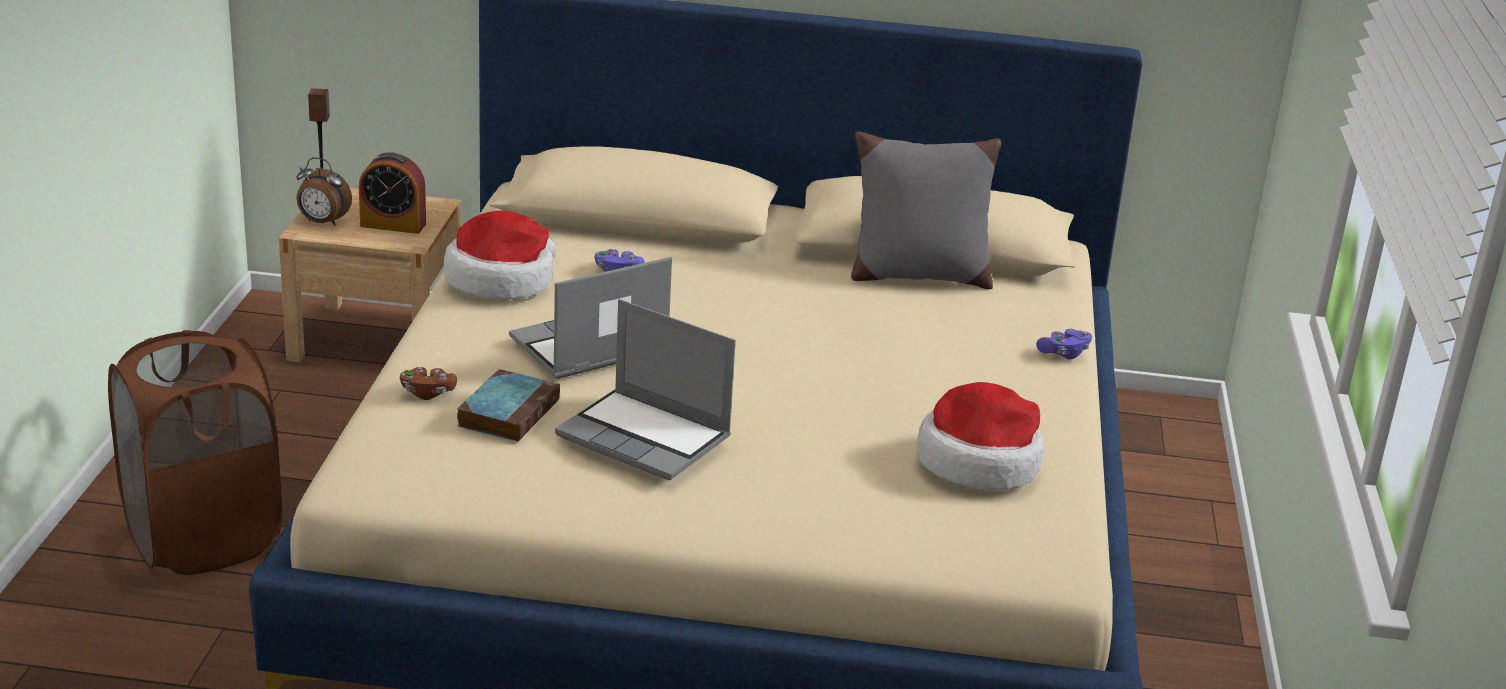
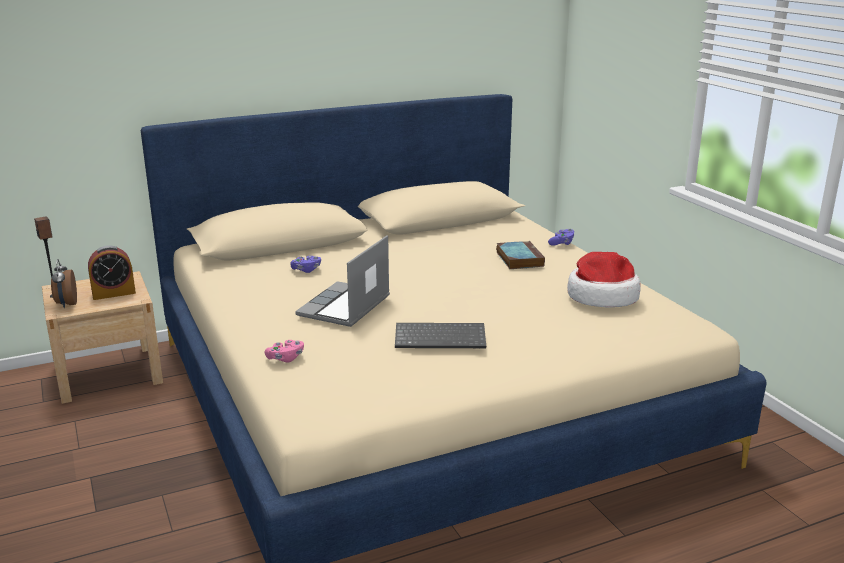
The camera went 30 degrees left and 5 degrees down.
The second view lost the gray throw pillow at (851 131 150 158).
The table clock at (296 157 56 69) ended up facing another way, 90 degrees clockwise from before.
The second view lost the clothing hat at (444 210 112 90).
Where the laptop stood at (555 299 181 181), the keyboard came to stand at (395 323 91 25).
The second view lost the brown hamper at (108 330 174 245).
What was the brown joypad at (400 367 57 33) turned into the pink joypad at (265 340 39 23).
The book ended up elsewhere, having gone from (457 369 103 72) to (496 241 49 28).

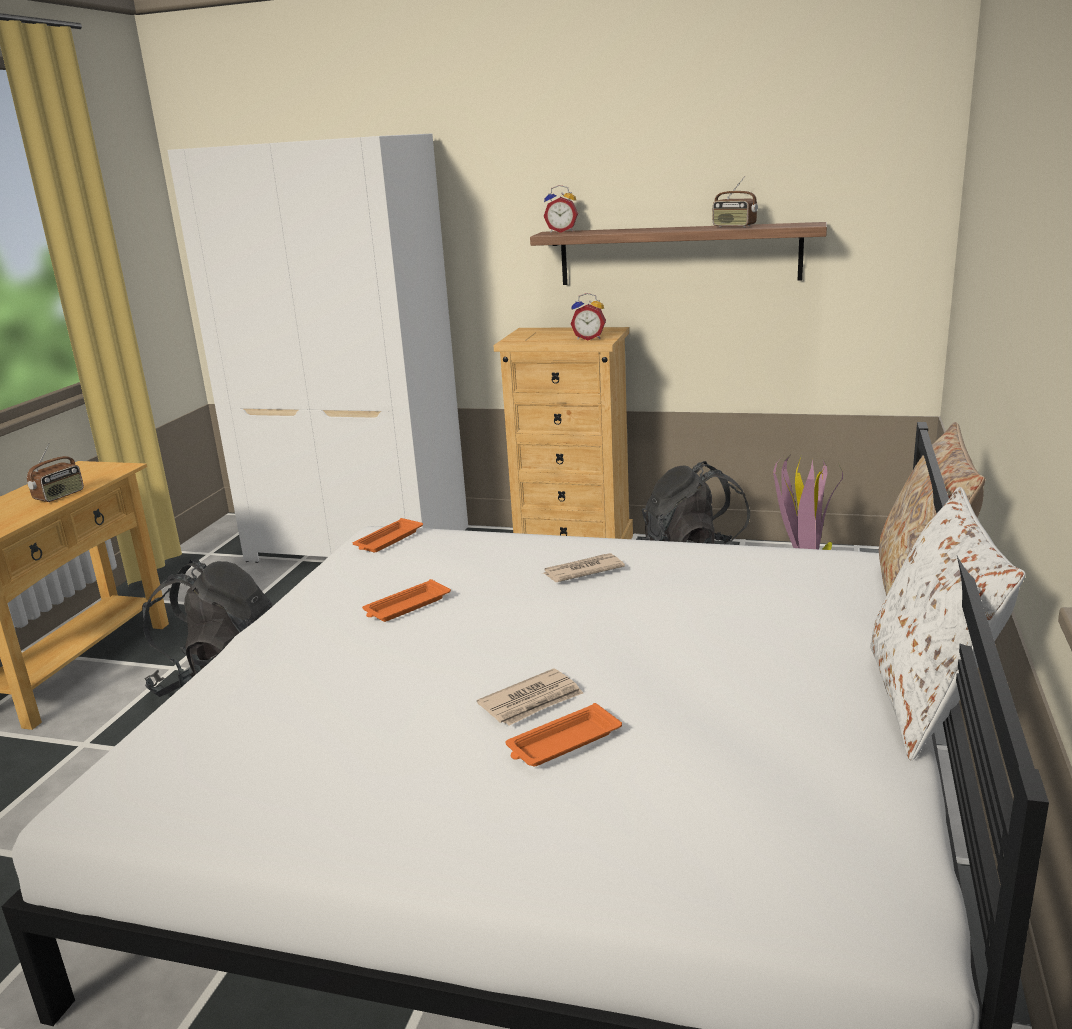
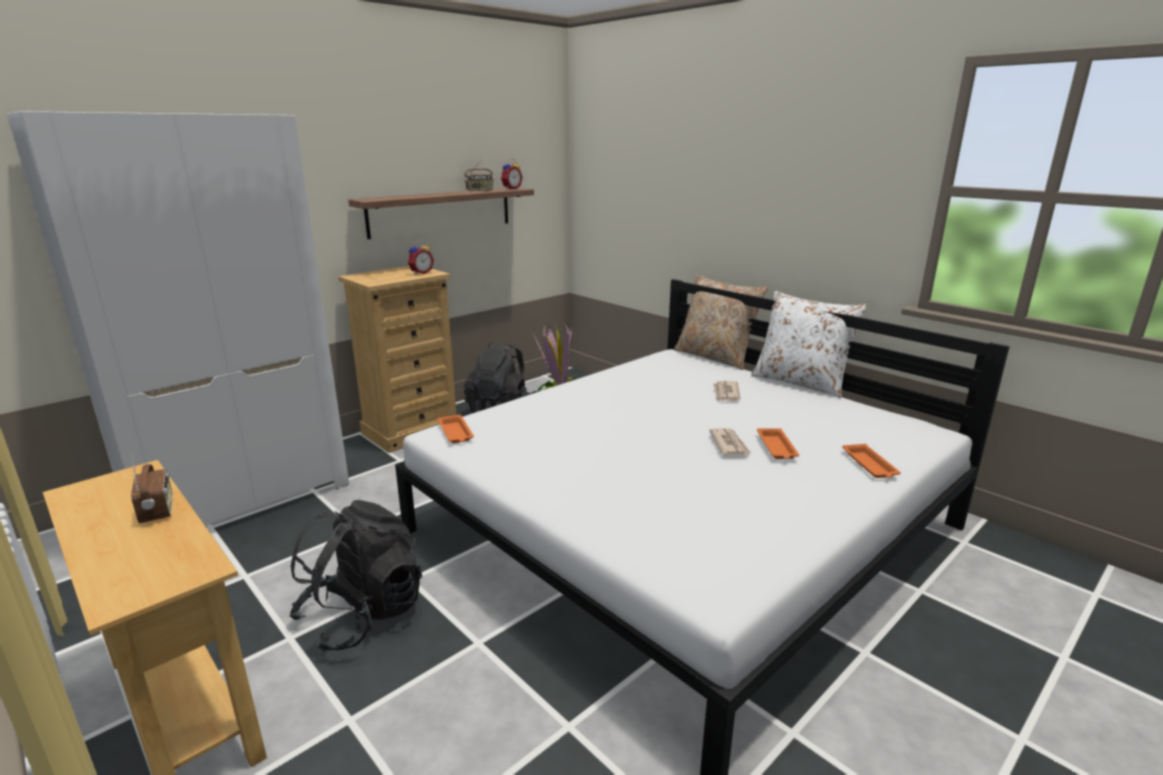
The camera went 60 degrees left and 0 degrees up.
The table clock ended up elsewhere, having gone from (544 185 34 48) to (501 159 22 31).
The newspaper ended up elsewhere, having gone from (543 553 82 29) to (713 381 28 21).
The orange-coloured carrying tray ended up elsewhere, having gone from (362 579 89 43) to (842 444 59 34).

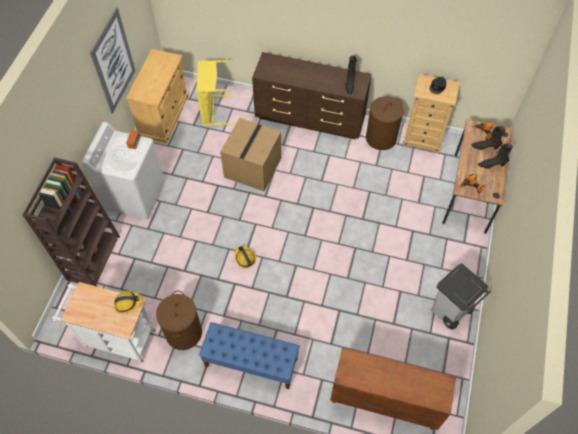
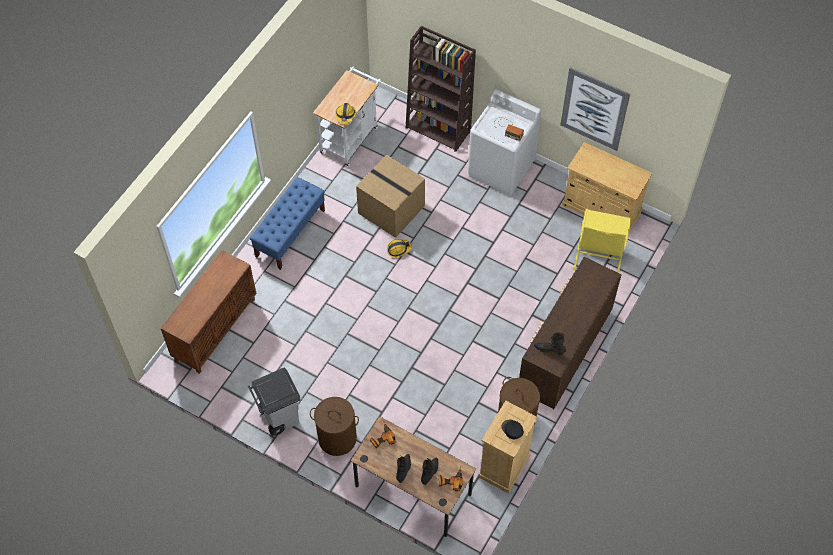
The camera went 105 degrees right and 0 degrees up.
The carton ended up elsewhere, having gone from (220 118 62 73) to (356 154 69 84).
The brown hamper ended up elsewhere, having gone from (156 290 46 60) to (310 397 49 59).

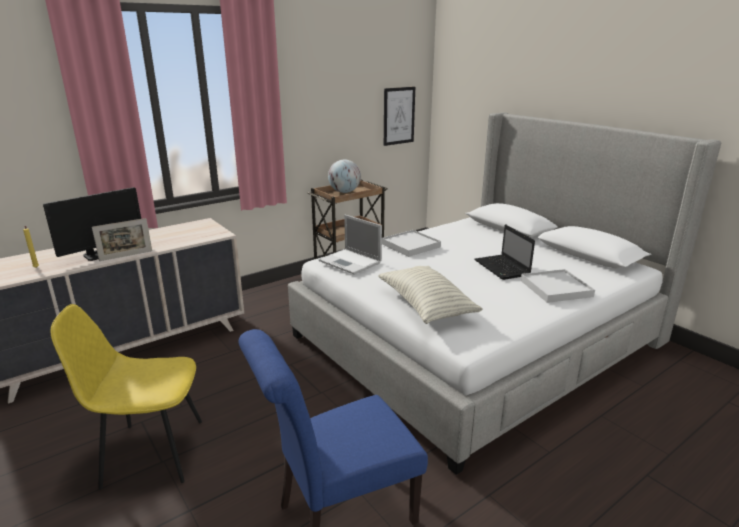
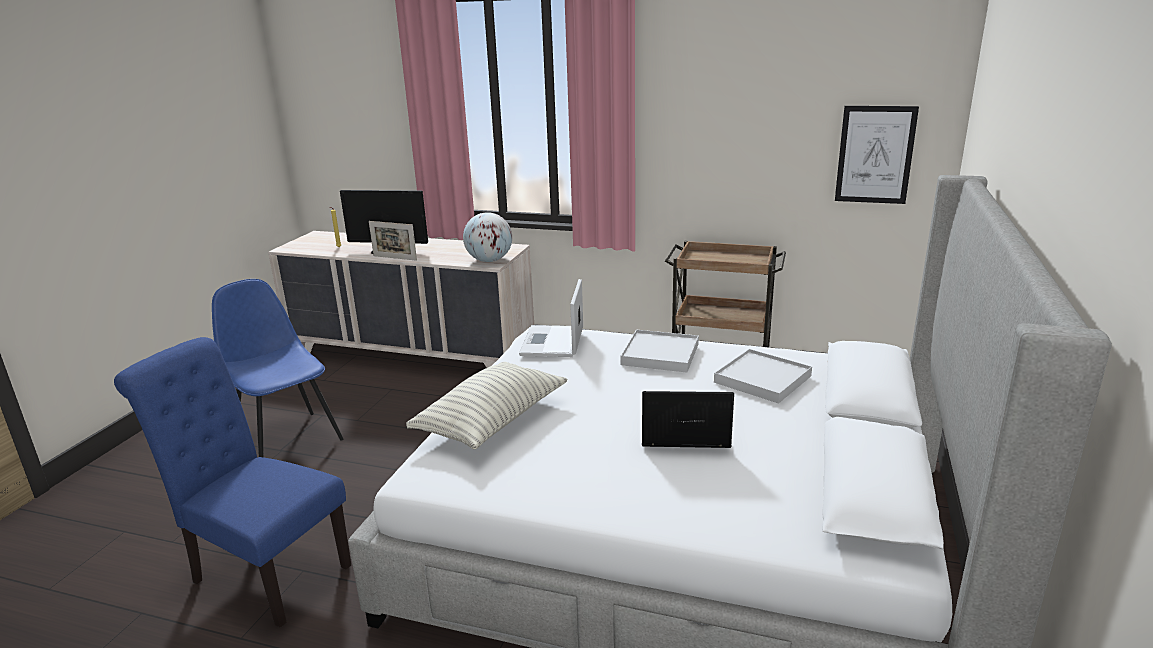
The camera went 55 degrees right and 0 degrees up.
The globe ended up elsewhere, having gone from (328 159 33 34) to (463 212 49 50).
The laptop at (475 224 60 56) ended up facing another way, 60 degrees clockwise from before.
The white carrying tray ended up elsewhere, having gone from (521 269 74 34) to (714 349 98 55).
What was the yellow chair at (50 304 152 185) turned into the blue-coloured chair at (212 279 131 179).

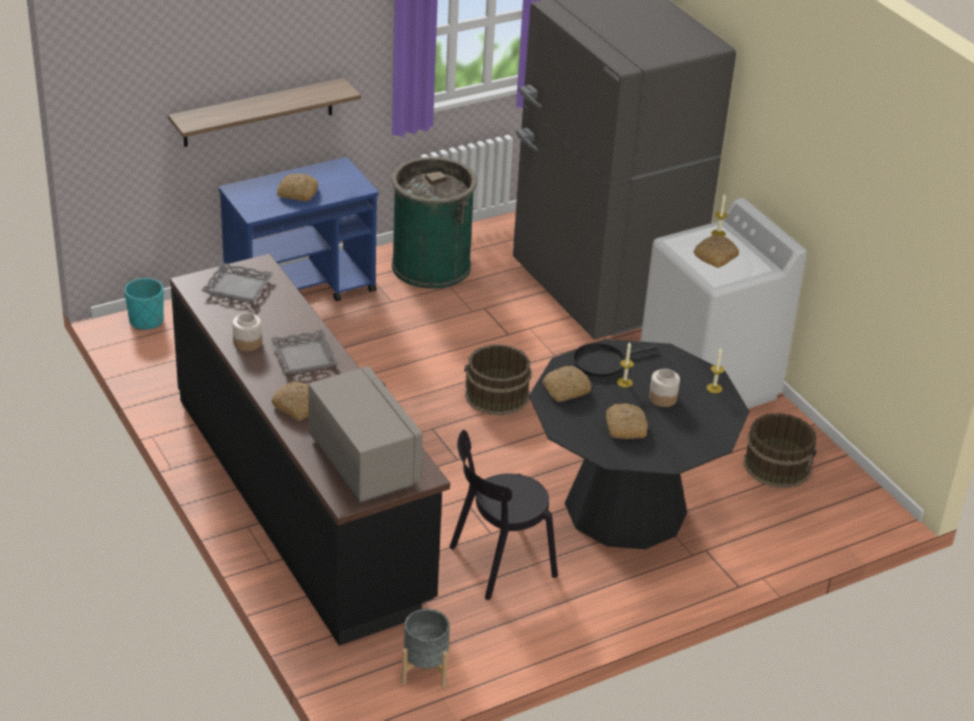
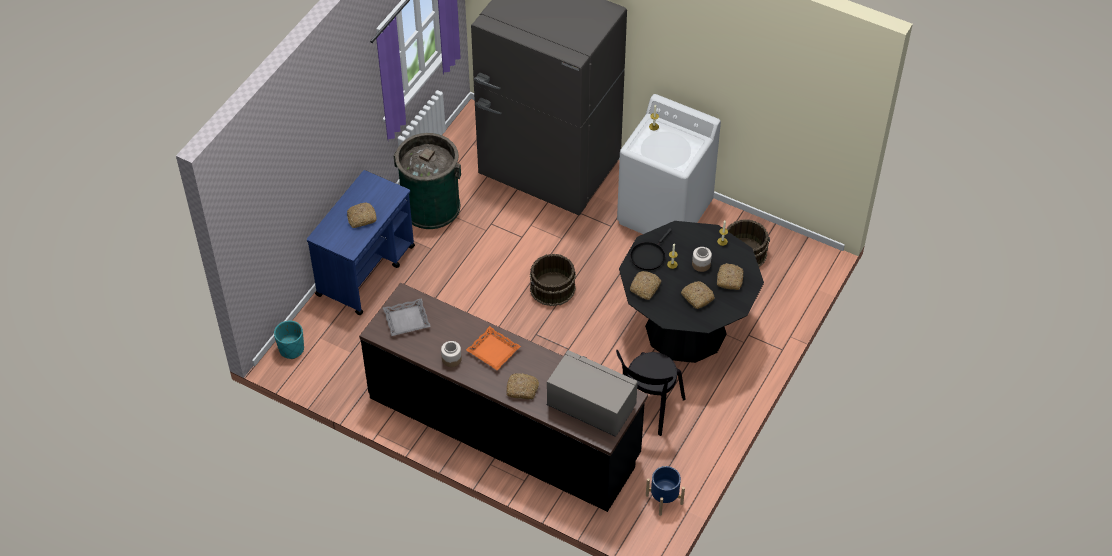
The camera went 30 degrees left and 15 degrees up.
The second view lost the shelf at (168 78 193 69).
The bread ended up elsewhere, having gone from (694 235 45 33) to (717 263 26 27).
What was the gray carrying tray at (270 329 69 45) turned into the orange-coloured carrying tray at (466 326 55 44).
What was the gray planter at (401 609 49 79) turned into the blue-coloured planter at (646 466 39 50).

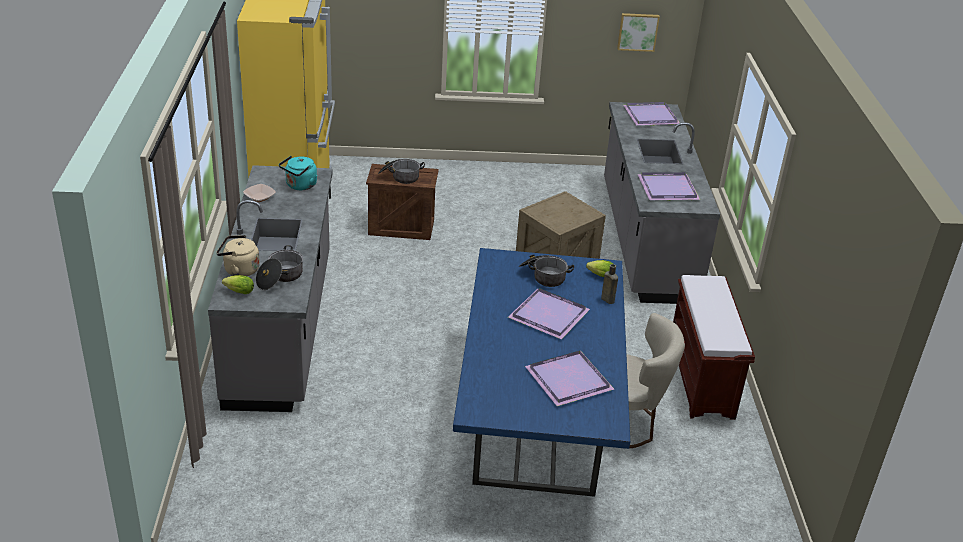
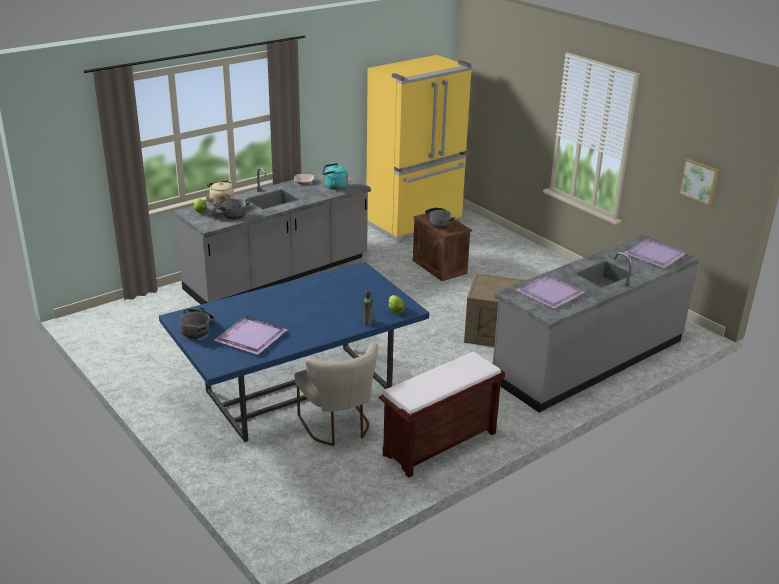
The camera went 55 degrees right and 5 degrees down.
The cooking pot ended up elsewhere, having gone from (519 255 55 32) to (179 308 36 31).
The second view lost the purple carrying tray at (508 288 82 51).

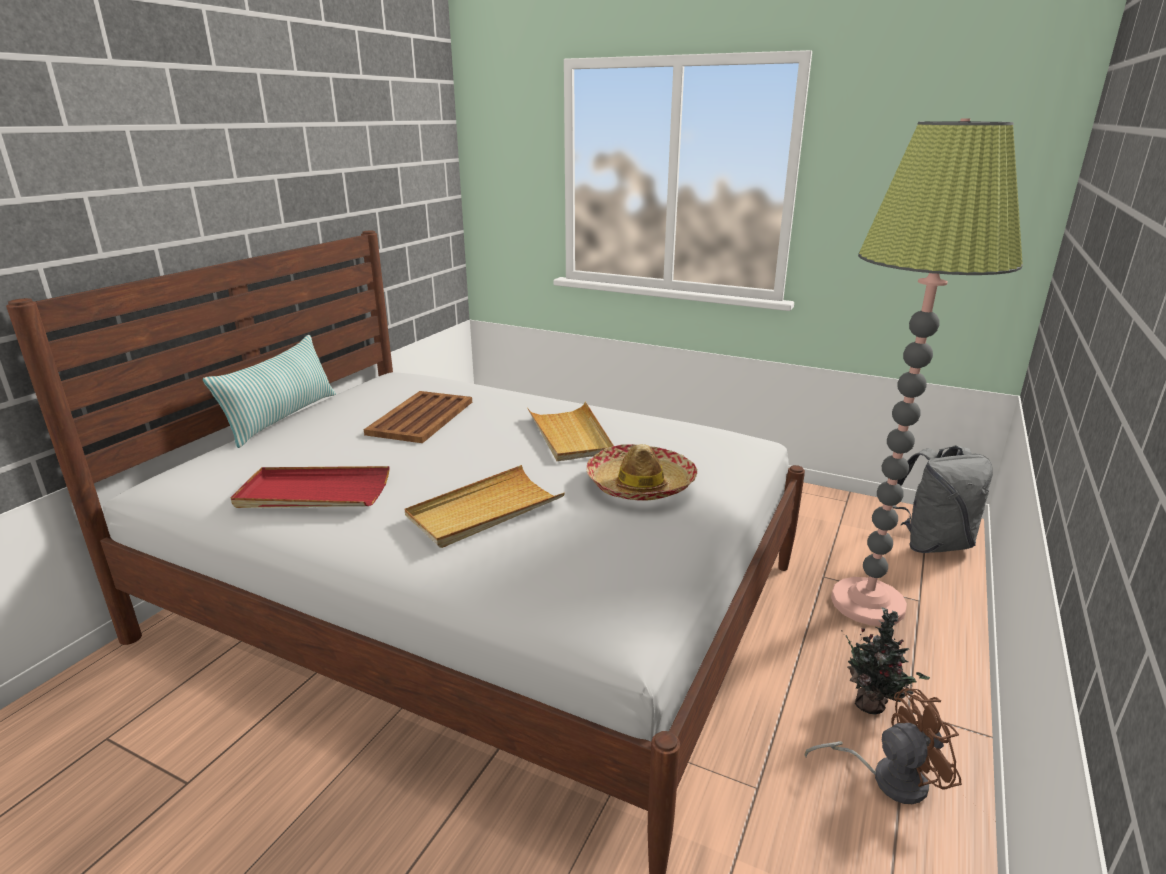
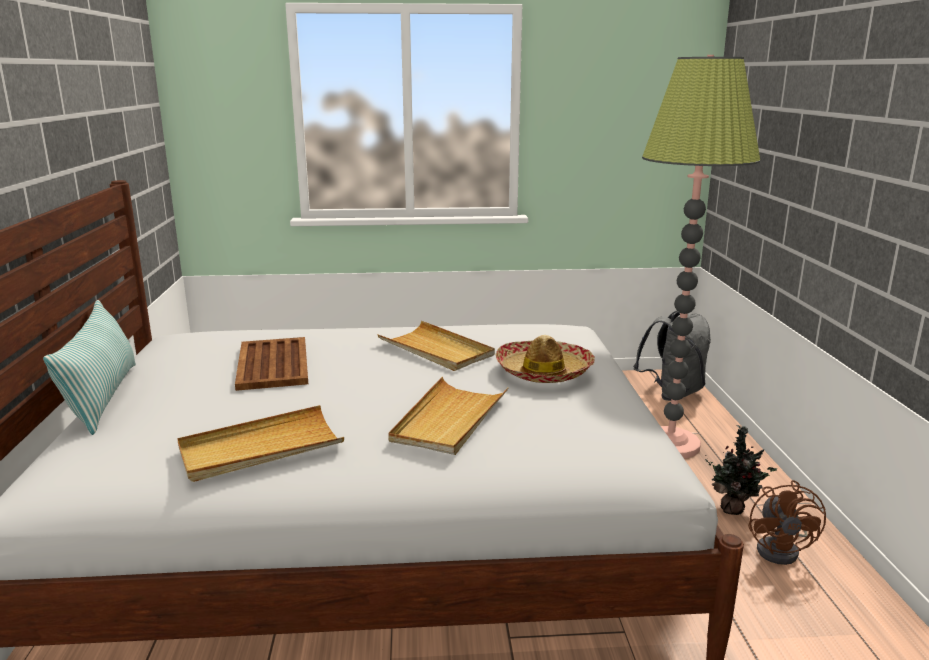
The camera went 30 degrees left and 5 degrees down.
What was the red carrying tray at (230 466 160 42) turned into the beige-coloured carrying tray at (177 405 167 77).
The brown fan at (805 688 157 116) ended up facing another way, 135 degrees clockwise from before.

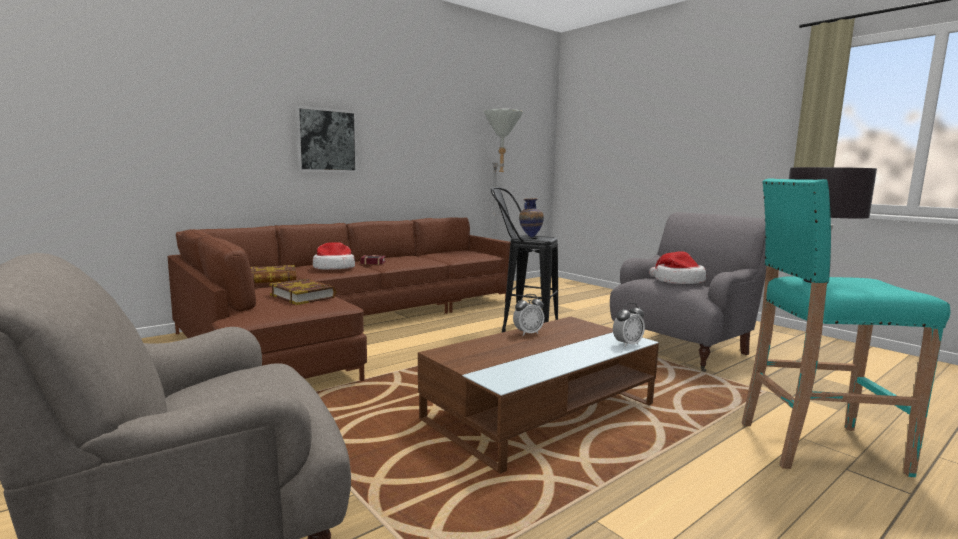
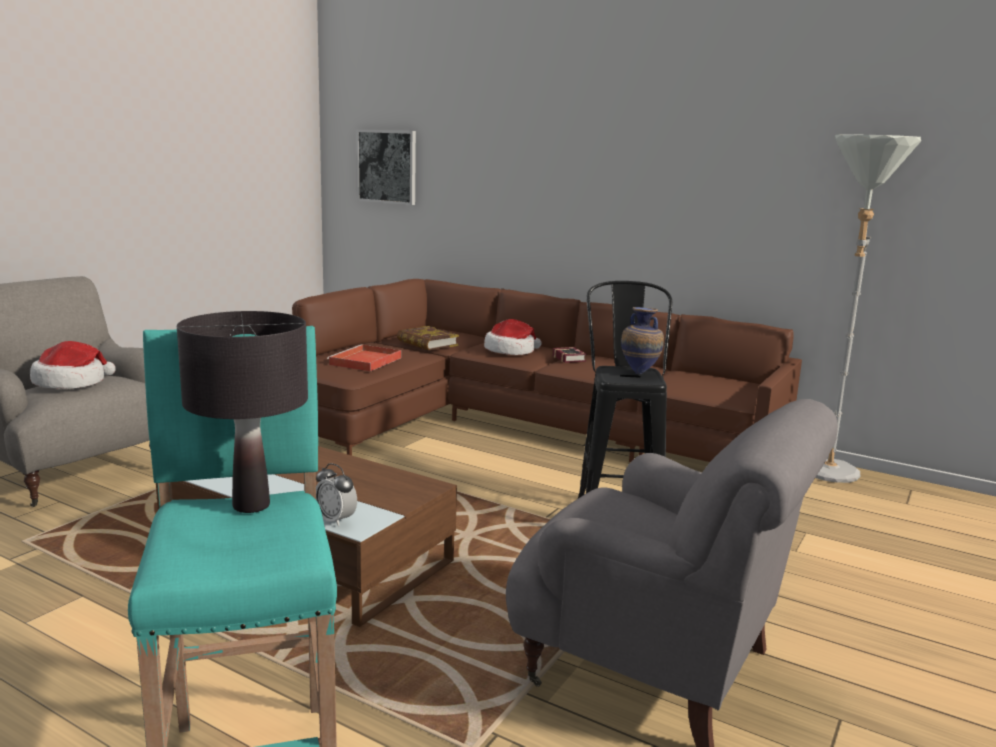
The camera went 70 degrees right and 5 degrees up.
The wall picture ended up elsewhere, having gone from (295 106 63 66) to (356 129 60 76).
The clothing hat ended up elsewhere, having gone from (649 251 57 33) to (30 341 85 48).
Where the book stood at (269 279 67 26), the red carrying tray came to stand at (327 344 74 28).
The second view lost the table clock at (513 294 31 42).

